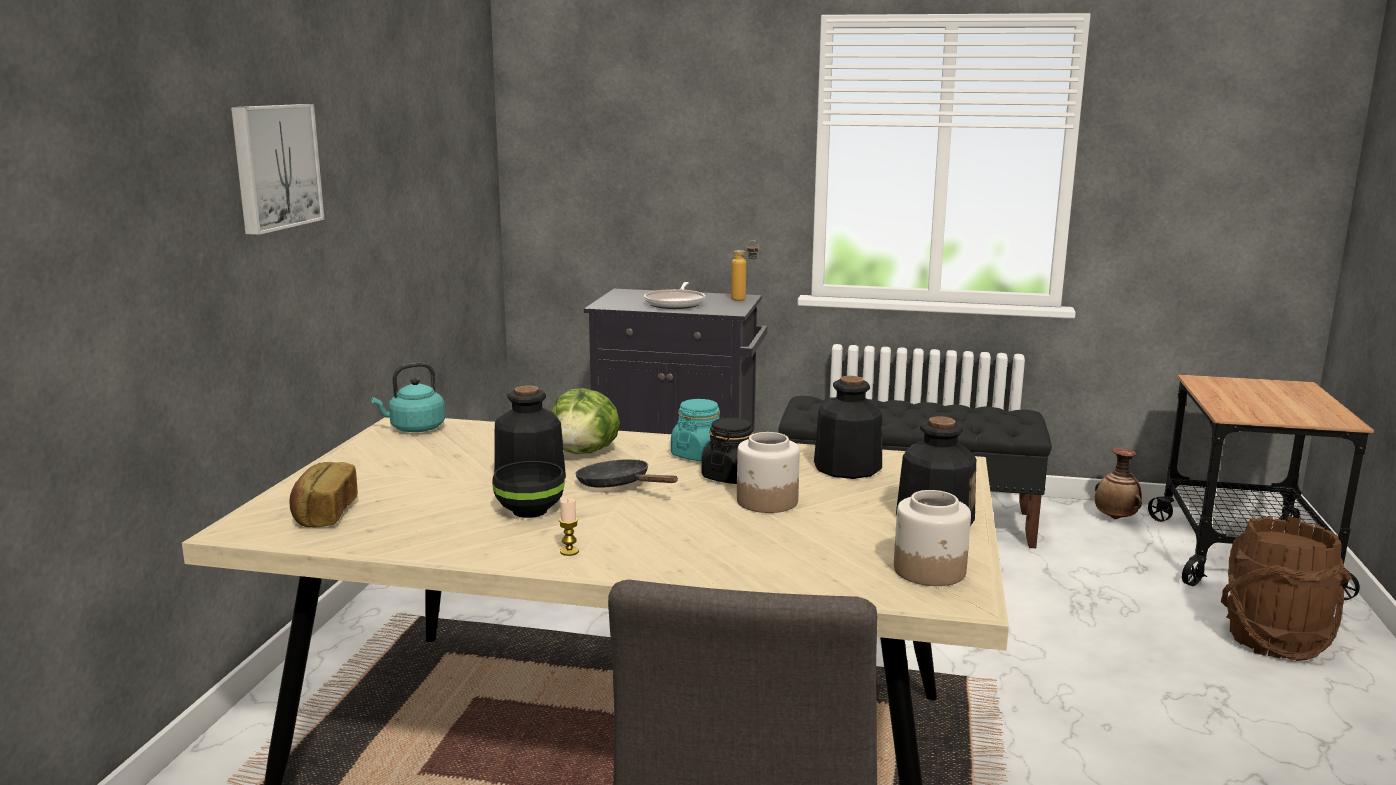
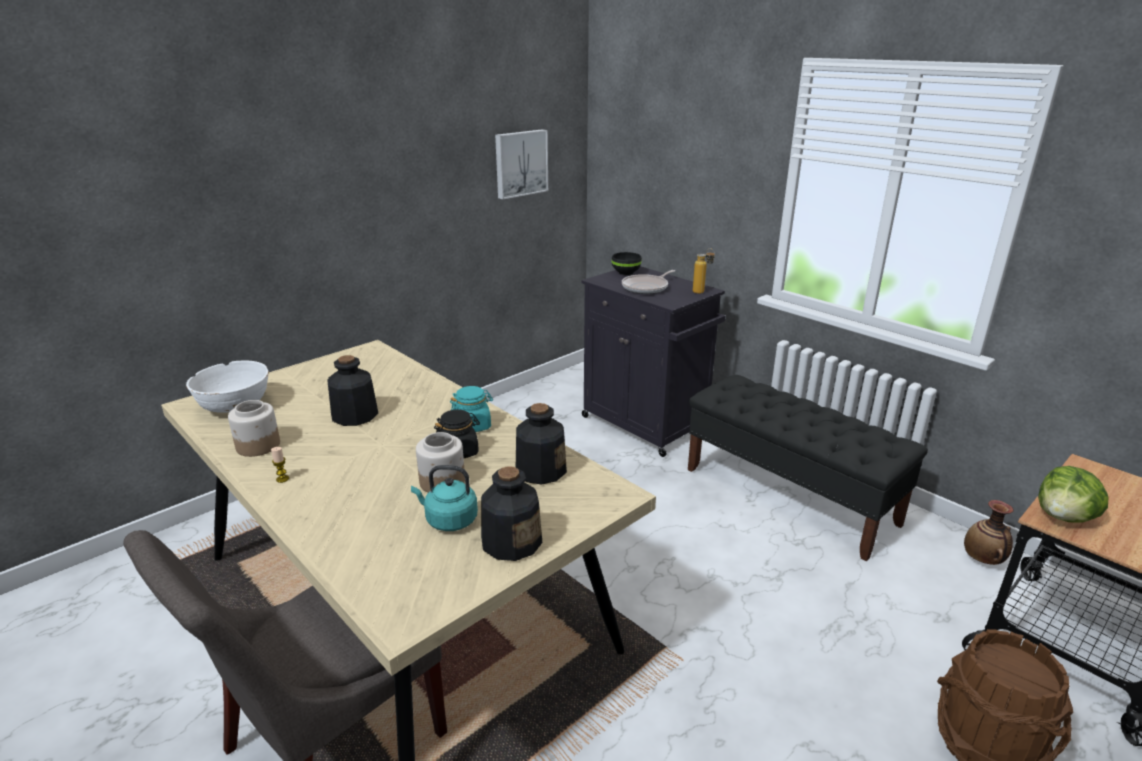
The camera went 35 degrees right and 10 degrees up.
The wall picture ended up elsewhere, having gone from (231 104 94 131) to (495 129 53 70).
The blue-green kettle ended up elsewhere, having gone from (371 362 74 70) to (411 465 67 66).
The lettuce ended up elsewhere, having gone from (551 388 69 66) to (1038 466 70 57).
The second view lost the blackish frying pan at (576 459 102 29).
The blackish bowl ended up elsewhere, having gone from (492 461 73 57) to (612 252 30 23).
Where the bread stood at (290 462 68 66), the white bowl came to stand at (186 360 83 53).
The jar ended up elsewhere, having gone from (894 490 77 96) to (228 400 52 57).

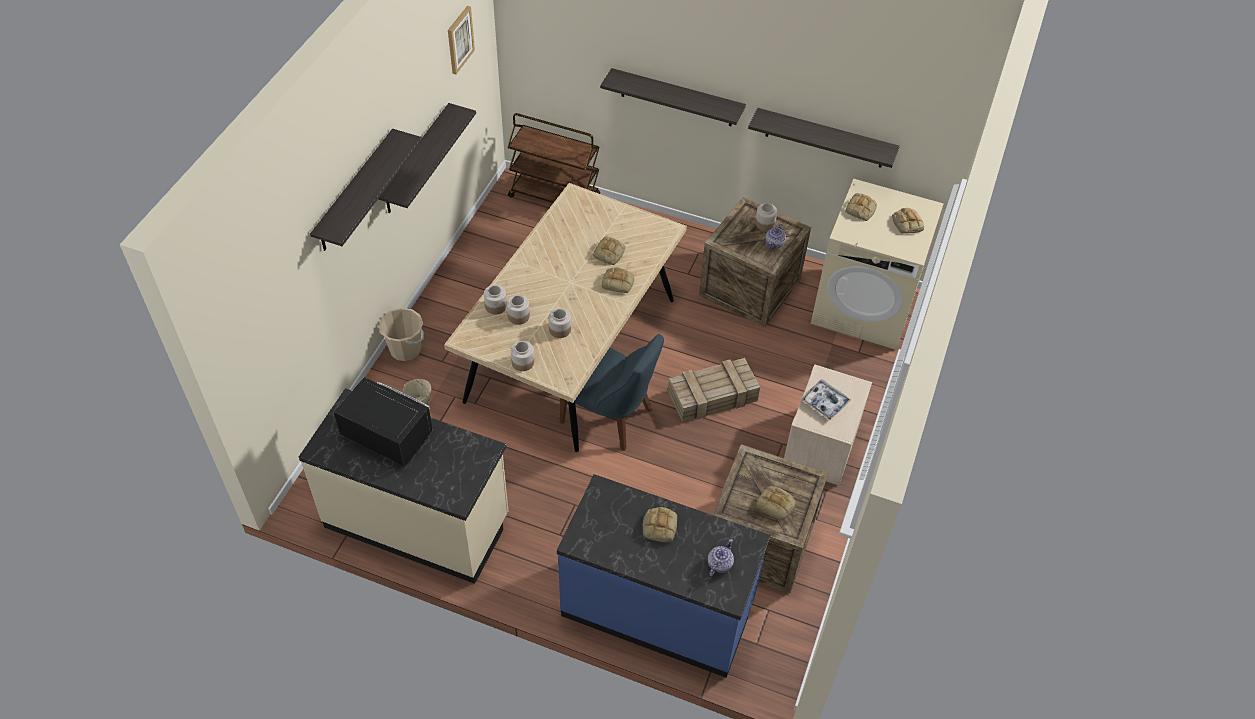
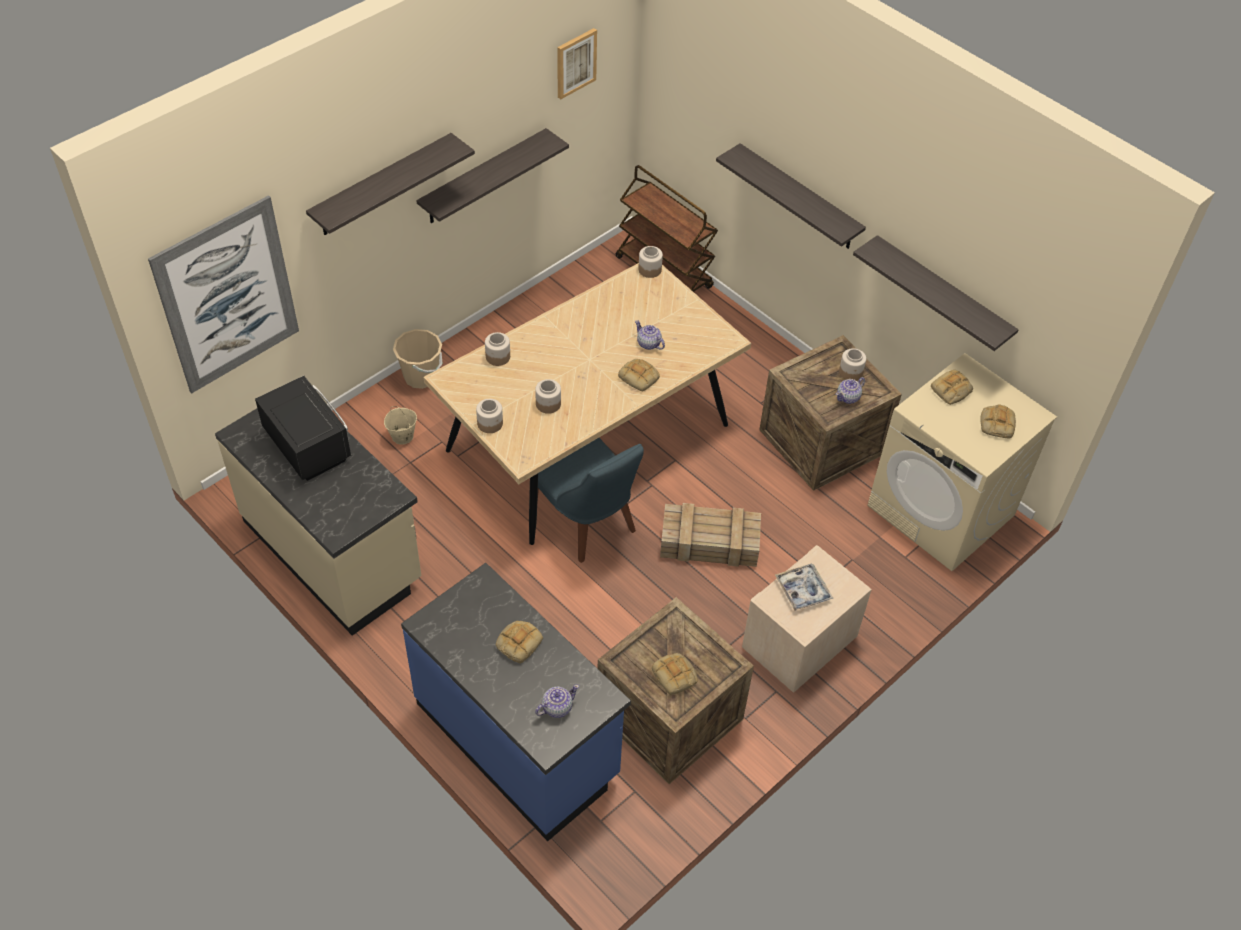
The camera went 25 degrees right and 0 degrees up.
Where the bread stood at (593 237 32 28), the tea pot came to stand at (635 320 30 30).
The jar ended up elsewhere, having gone from (507 295 23 30) to (638 246 25 32).
The second view gained the wall picture at (148 195 151 198).

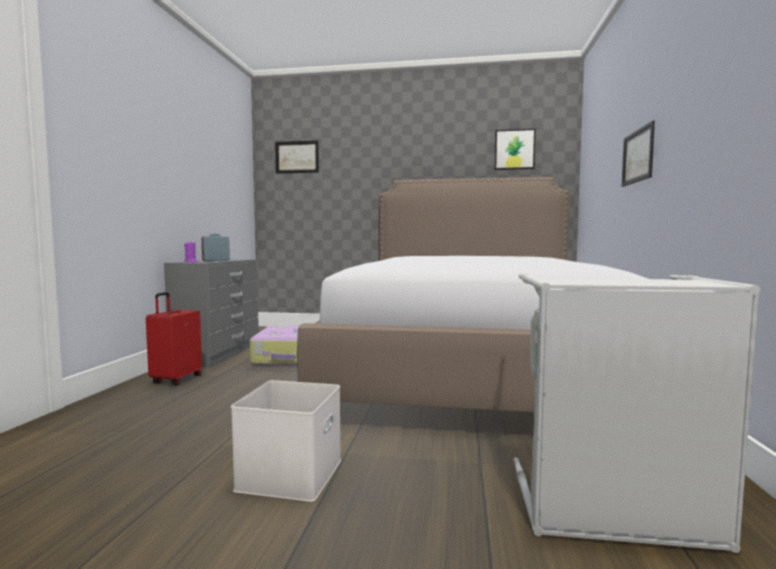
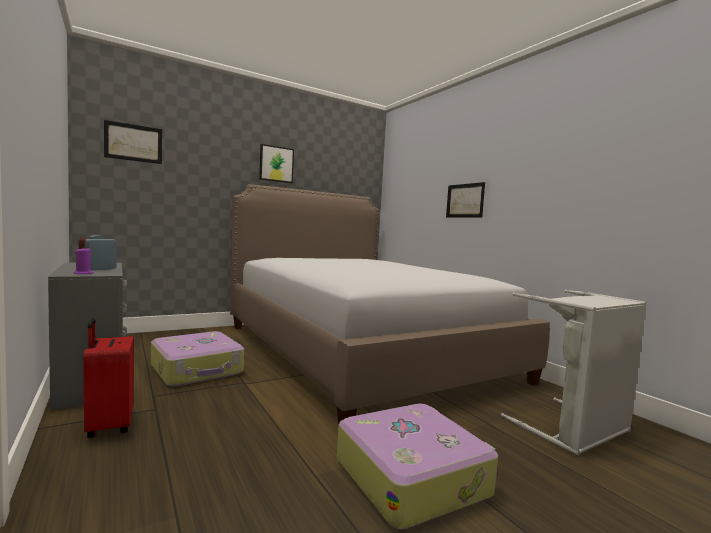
The camera went 40 degrees left and 0 degrees up.
The wall picture ended up elsewhere, having gone from (495 129 41 41) to (259 144 35 39).
Where the white storage bin stood at (231 380 110 122), the travel case came to stand at (337 404 161 125).

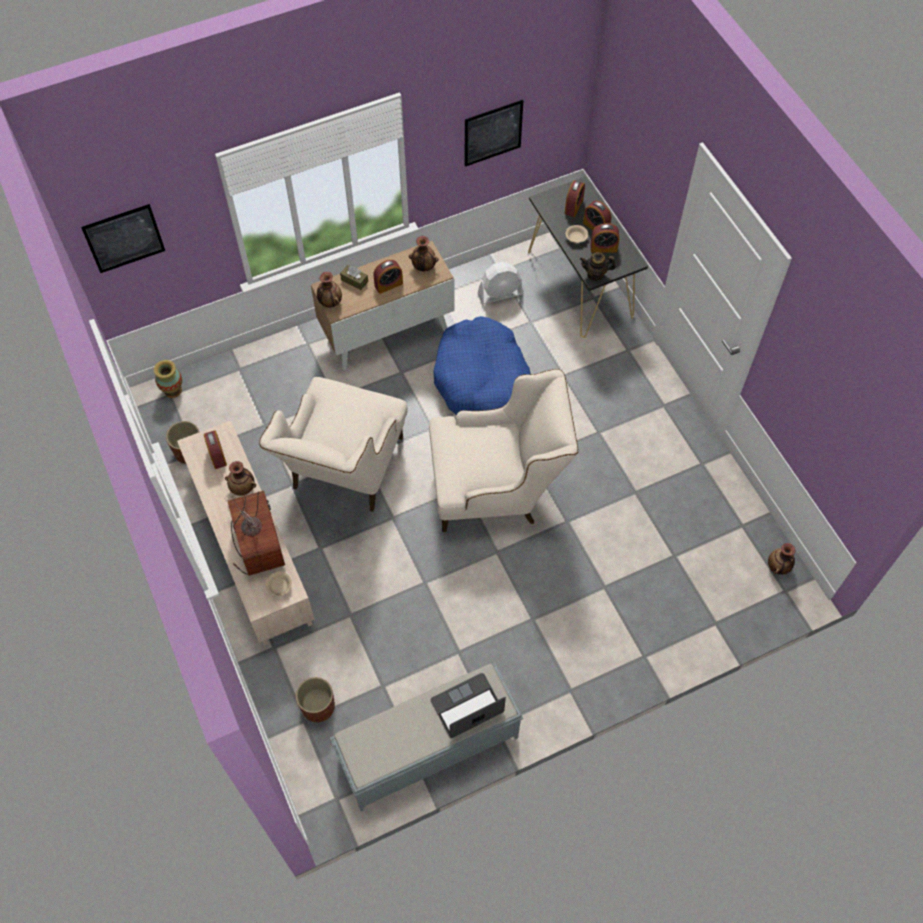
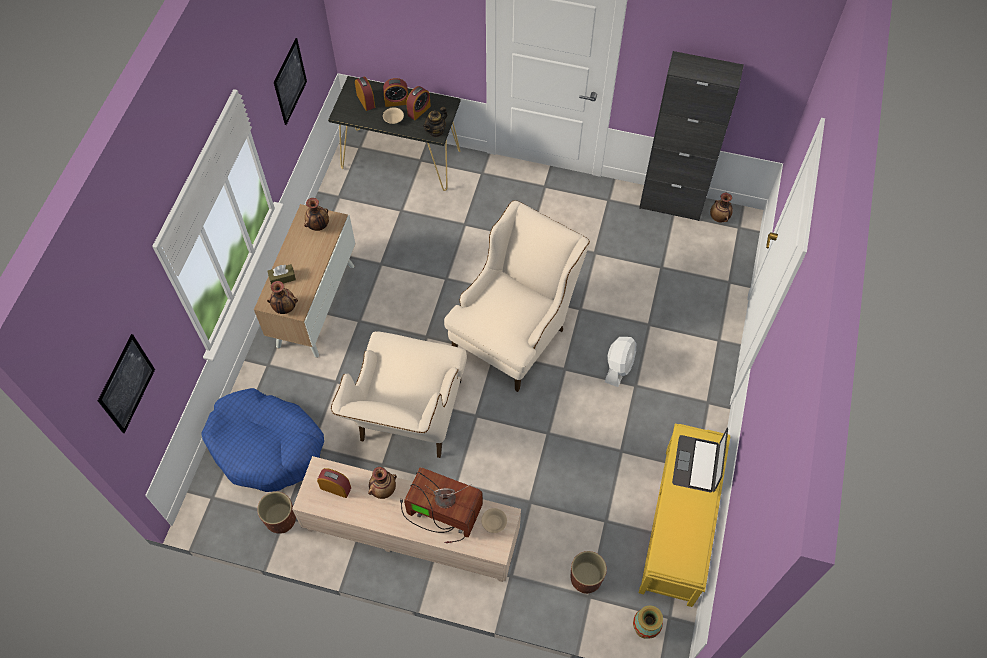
The camera went 50 degrees left and 0 degrees up.
The second view lost the table clock at (373 260 30 34).
The white fan ended up elsewhere, having gone from (478 262 45 42) to (605 337 31 50).
The blue-coloured dog bed ended up elsewhere, having gone from (433 316 98 99) to (201 388 123 104).
The flower vase ended up elsewhere, having gone from (154 360 28 38) to (633 605 30 34).
The beige-coloured lounge chair at (259 377 149 135) ended up facing another way, 45 degrees clockwise from before.
What was the gray indoor bench at (330 663 193 149) turned into the yellow indoor bench at (639 424 91 183).
The second view gained the blackish cabinet at (639 51 105 170).

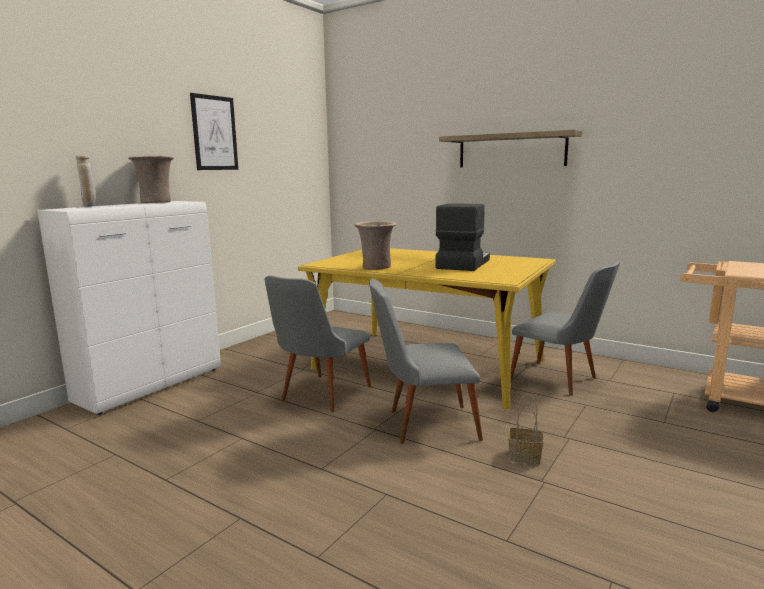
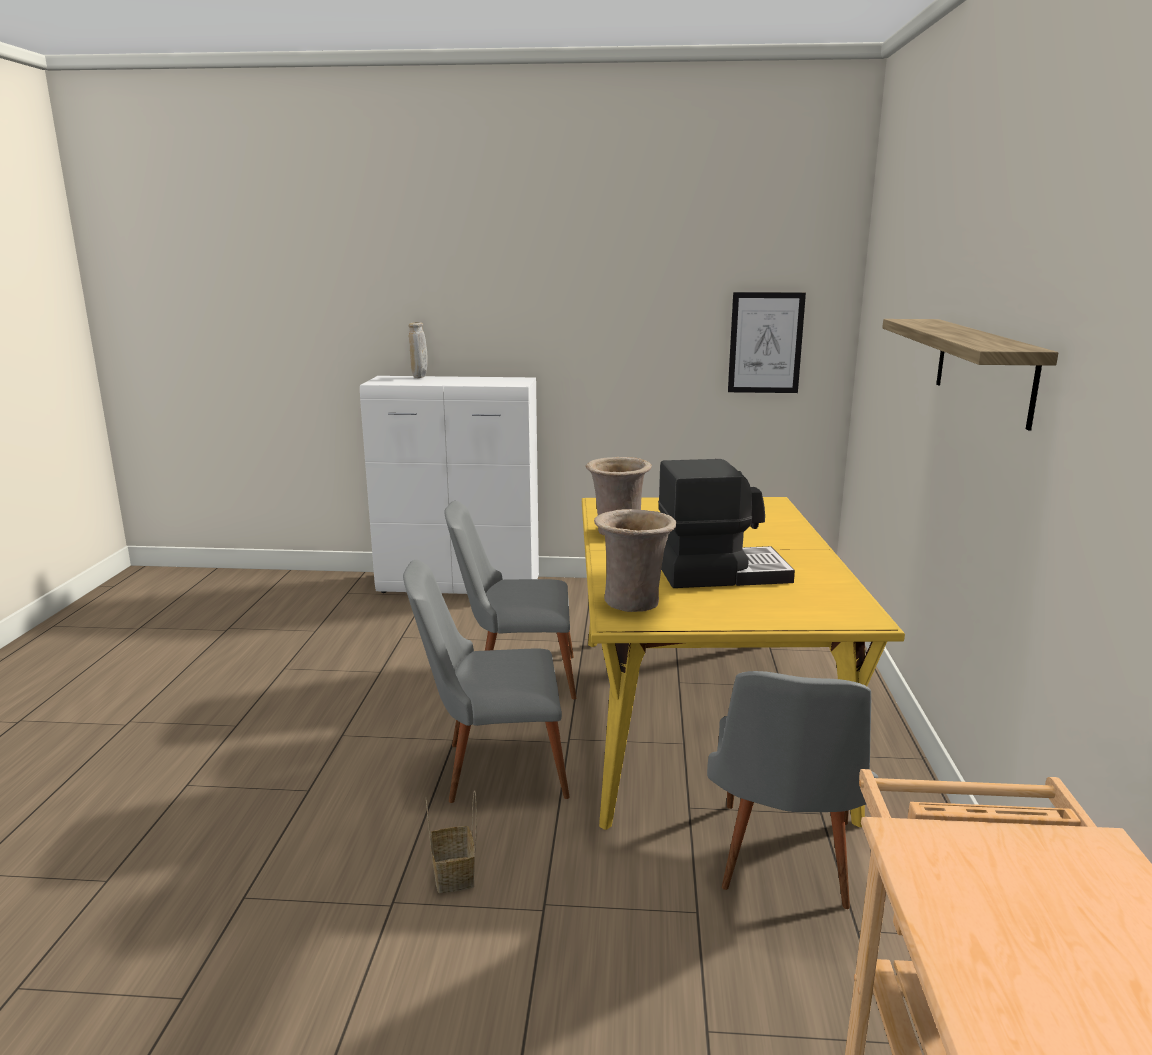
The camera went 60 degrees right and 5 degrees up.
The wall picture ended up elsewhere, having gone from (190 93 48 77) to (728 292 78 101).
The beige-coloured flower vase ended up elsewhere, having gone from (128 156 46 47) to (594 509 83 103).
The gray chair at (369 279 114 165) ended up facing another way, 60 degrees counterclockwise from before.

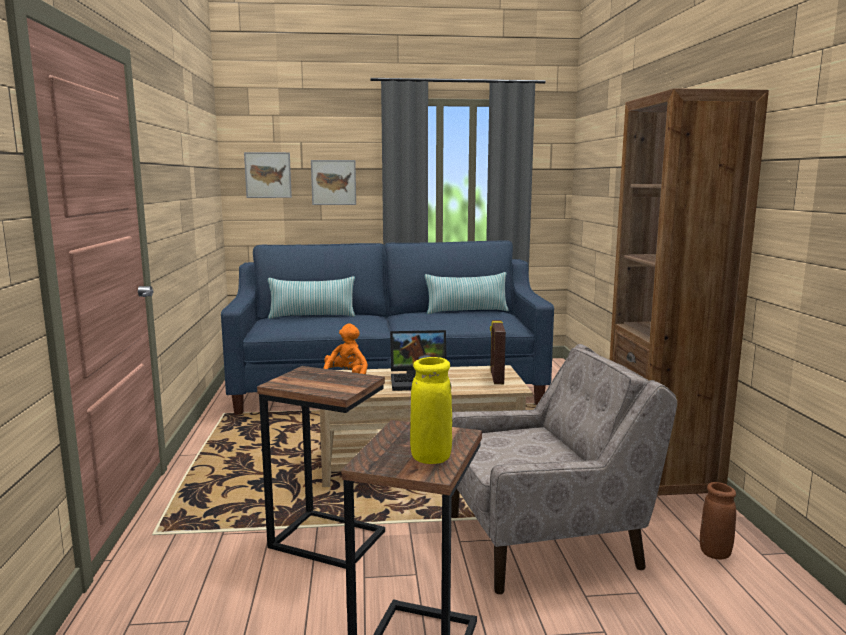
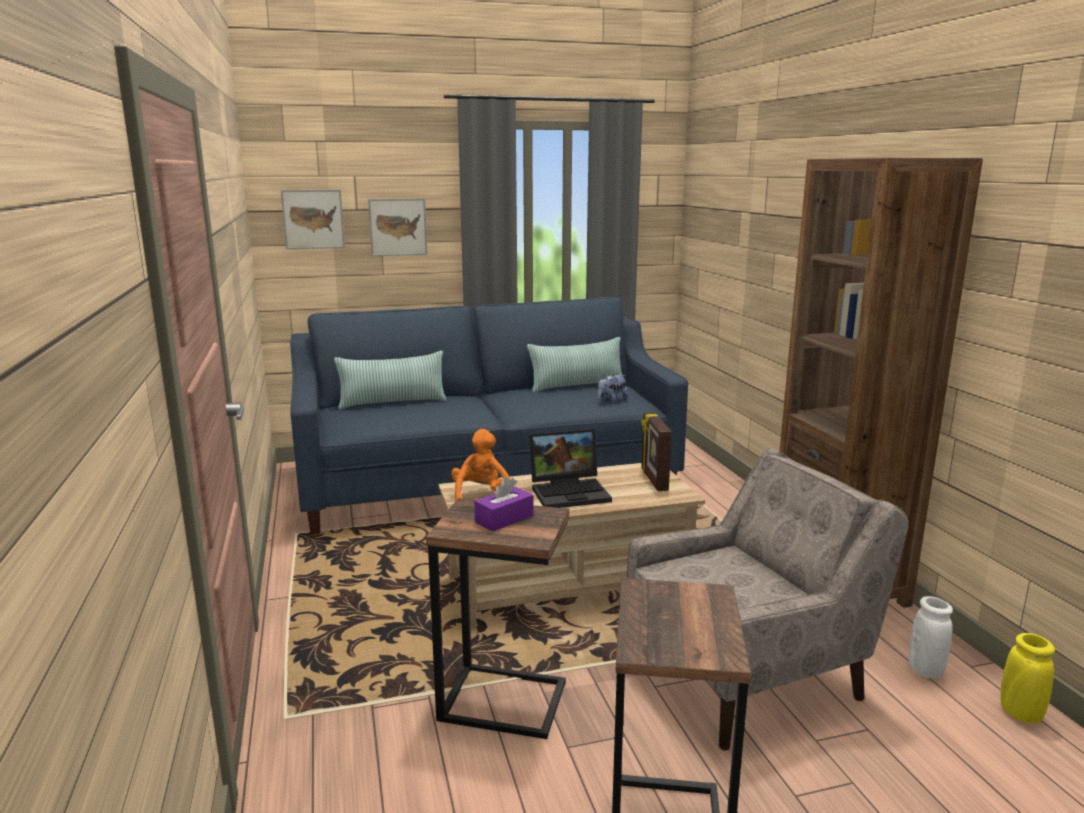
The camera went 10 degrees left and 5 degrees up.
The yellow flower vase ended up elsewhere, having gone from (410 357 42 107) to (1000 633 55 90).
What was the brown flower vase at (700 482 36 78) turned into the white flower vase at (909 596 44 82).
The second view gained the plush toy at (598 373 30 30).
The second view gained the purple tissue holder at (474 477 60 55).

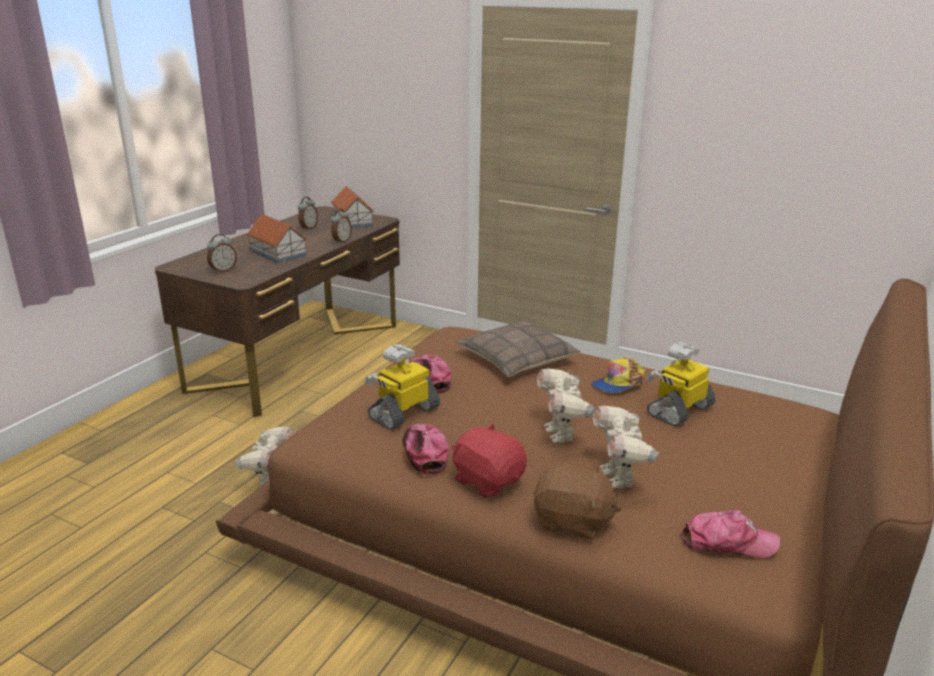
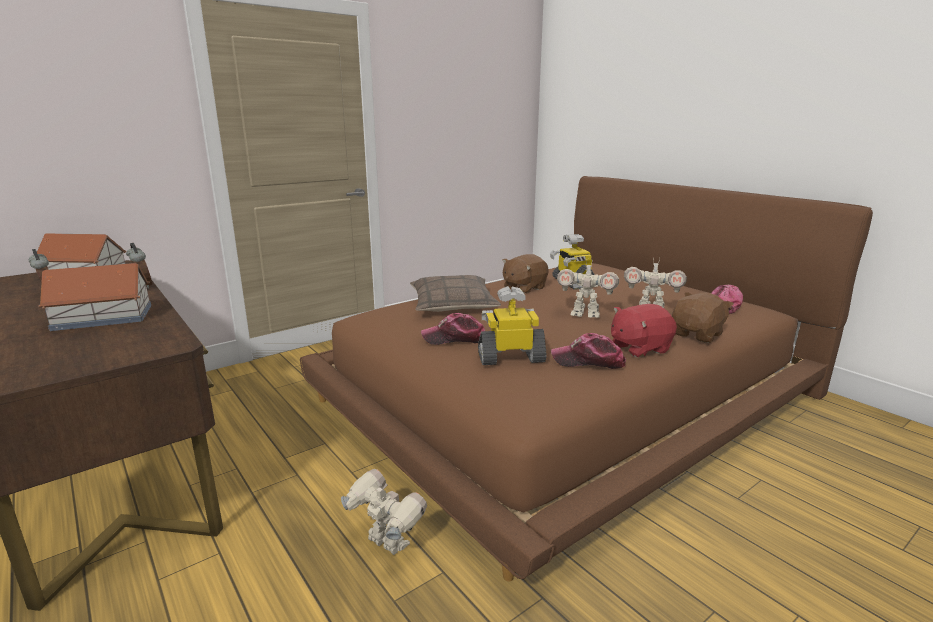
The camera went 65 degrees left and 5 degrees down.
The second view lost the table clock at (207 234 30 39).
The robot figure at (365 344 75 86) ended up facing another way, 105 degrees clockwise from before.
Where the cap stood at (591 357 54 36), the brown plush toy came to stand at (502 254 47 39).

